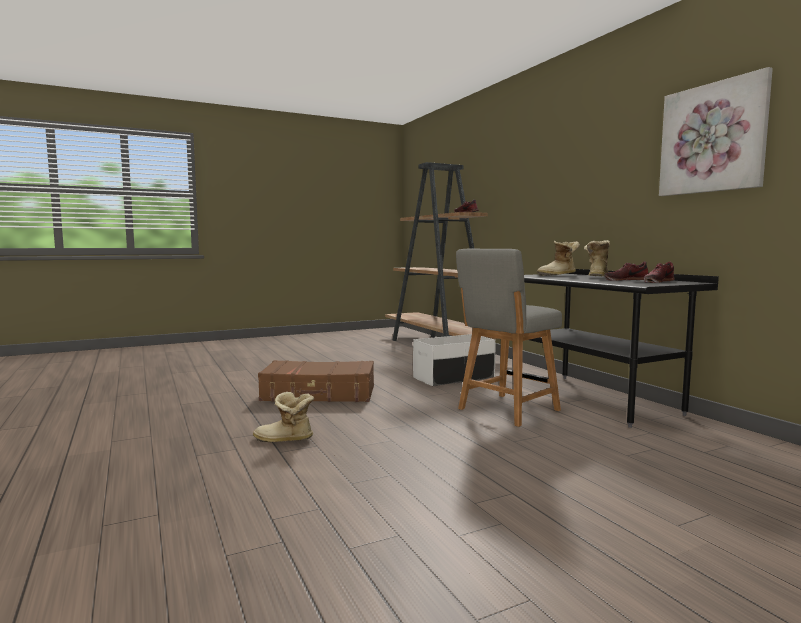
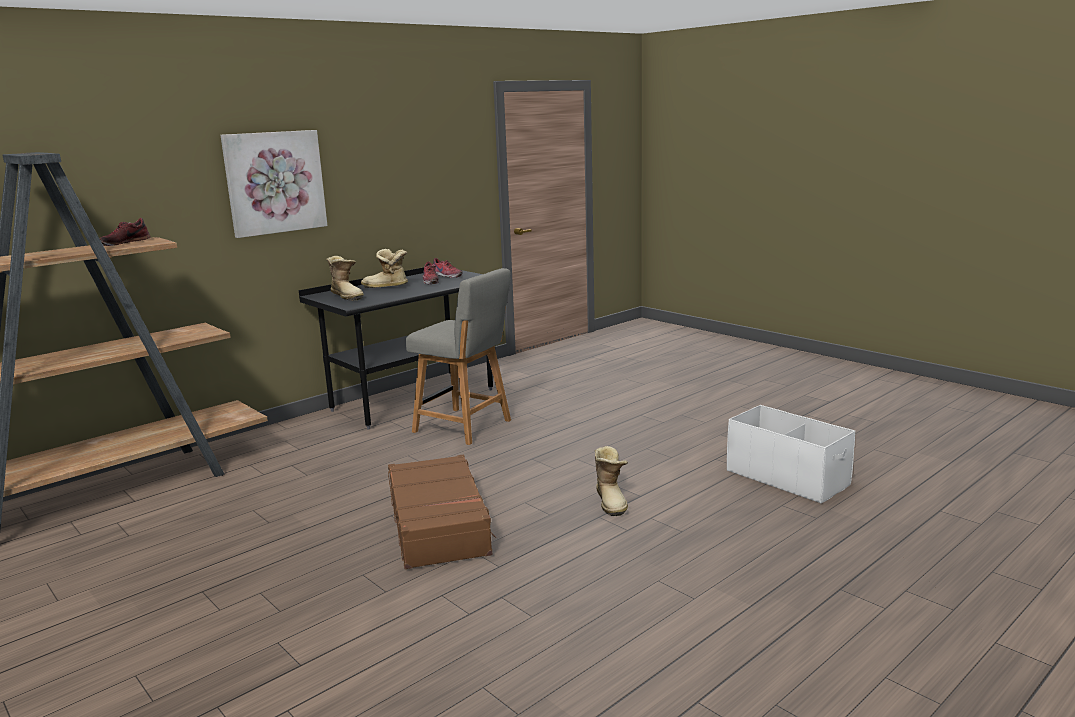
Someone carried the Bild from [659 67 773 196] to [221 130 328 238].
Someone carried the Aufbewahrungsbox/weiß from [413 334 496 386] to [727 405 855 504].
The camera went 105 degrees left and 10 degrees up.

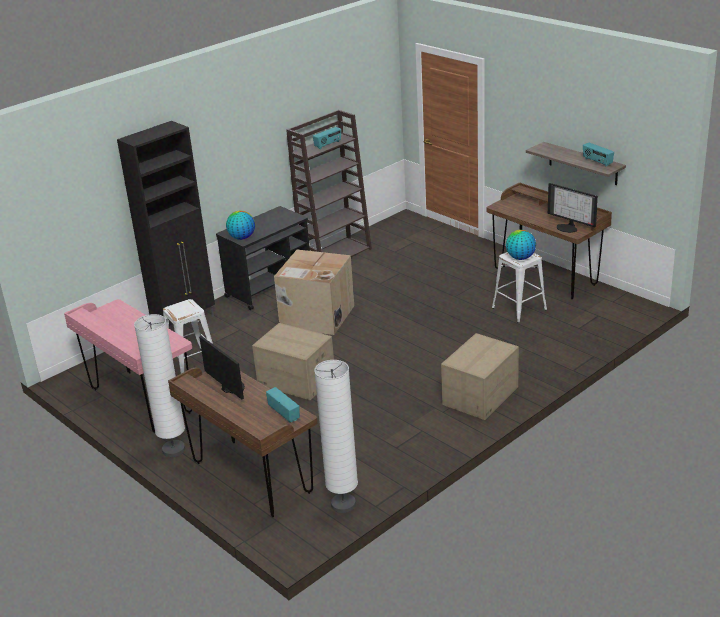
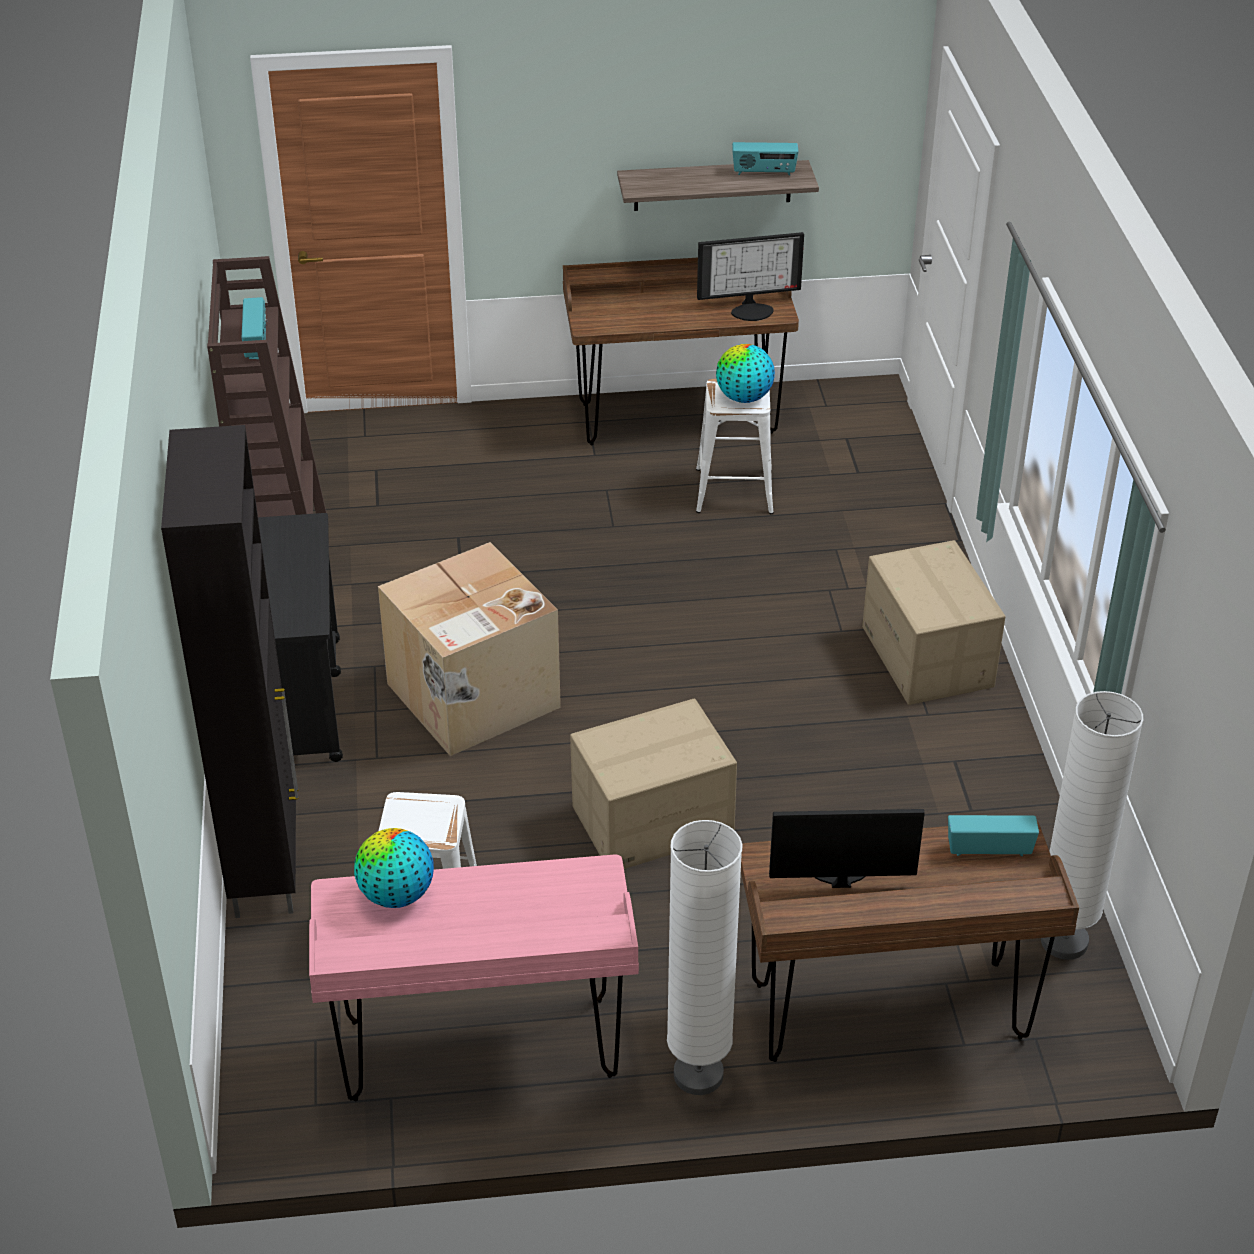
Someone carried the Globus from [226 211 255 240] to [354 828 434 908].
The camera went 55 degrees left and 10 degrees up.

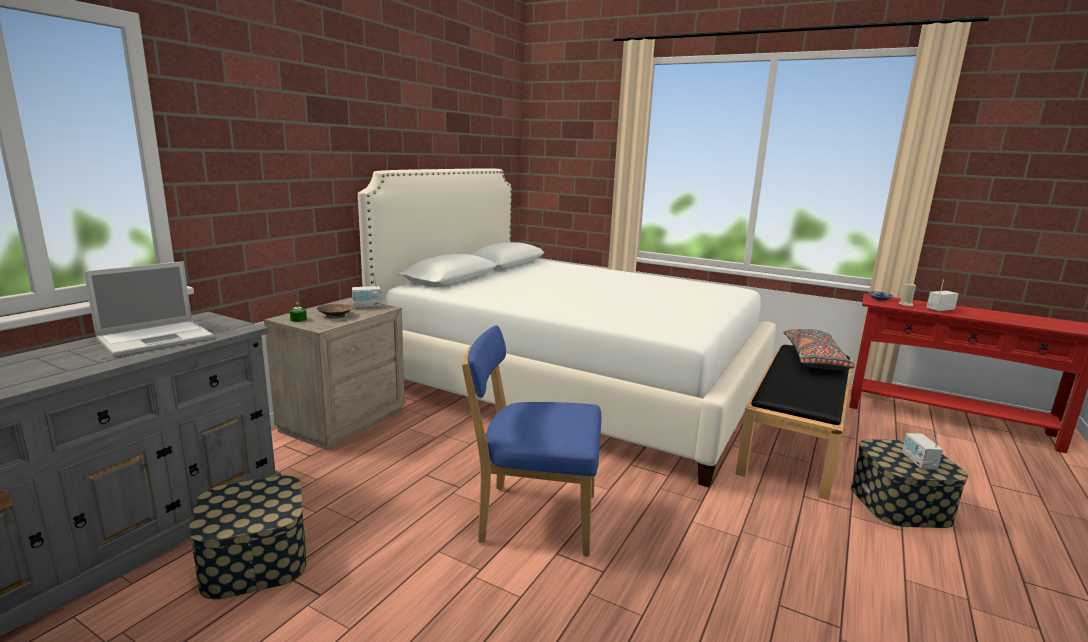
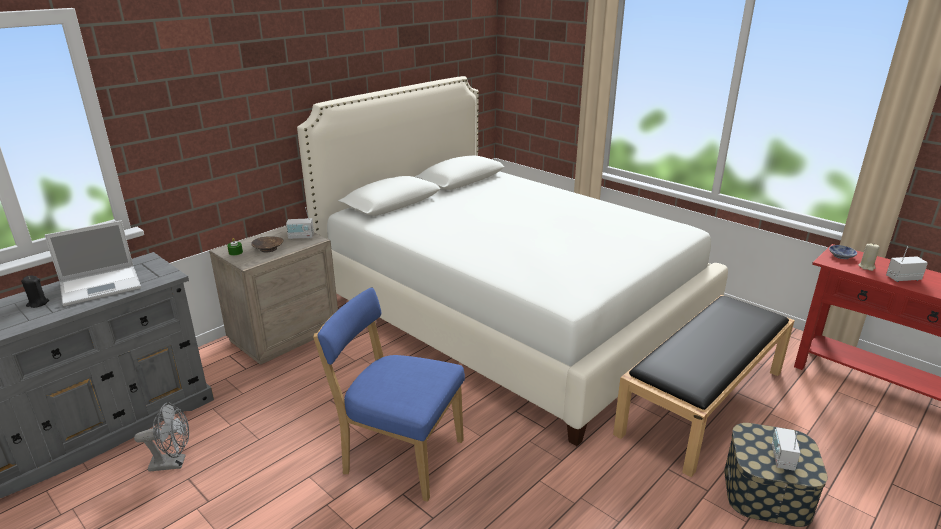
Someone put down the Kerze/schwarz at [21 276 49 308].
Someone swapped the Aufbewahrungsbox at [188 475 306 600] for the Ventilator/grau at [134 403 189 472].
Someone took away the Kissen/grau at [783 329 855 370].
The camera went 15 degrees right and 10 degrees up.

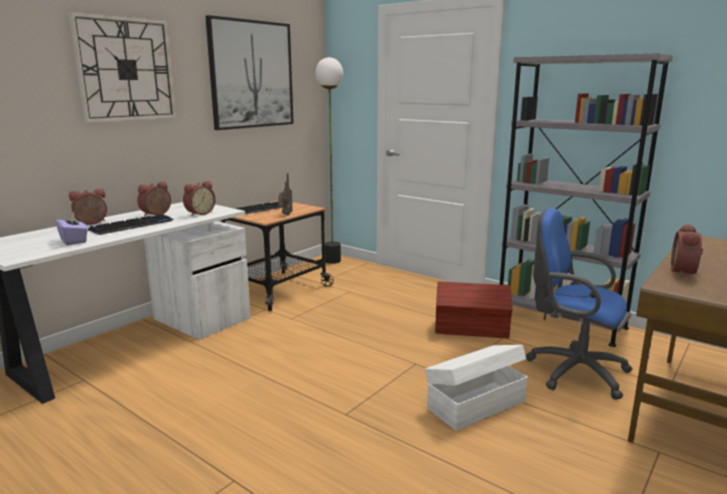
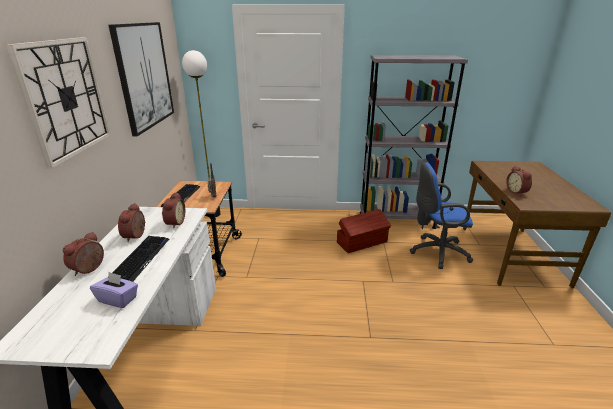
Someone took away the Aufbewahrungsbox/weiß at [425 345 528 431].
The camera went 35 degrees left and 10 degrees up.

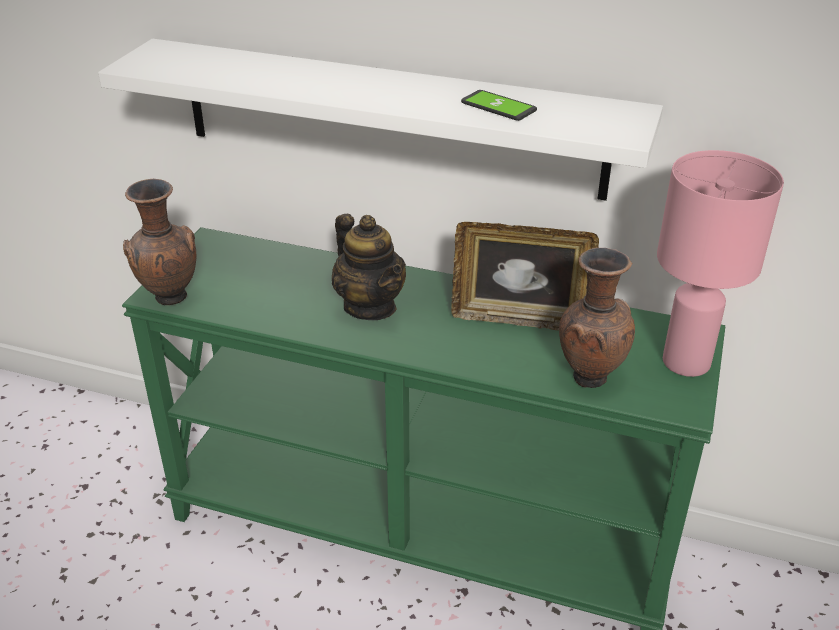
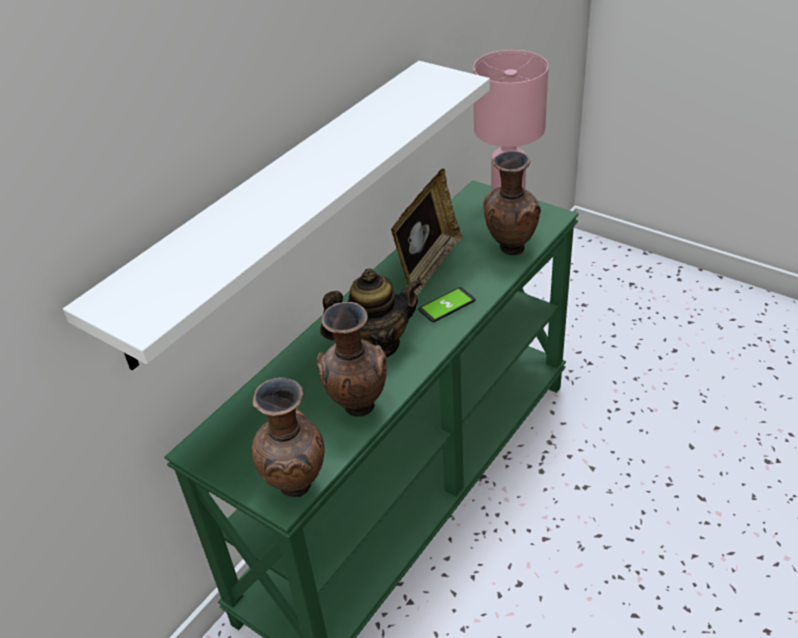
Someone put down the Vase/braun at [317 302 387 417].
Someone carried the Handy from [461 90 537 121] to [418 287 476 322].
The camera went 70 degrees left and 5 degrees up.

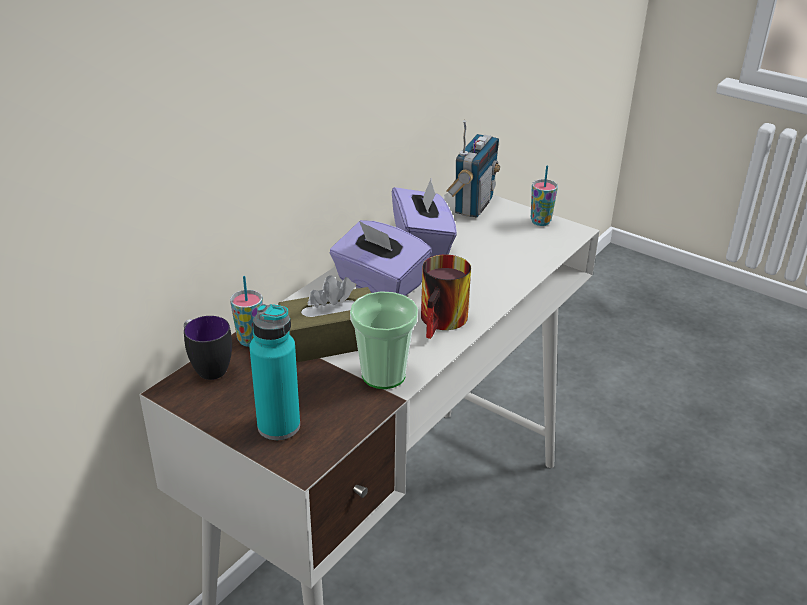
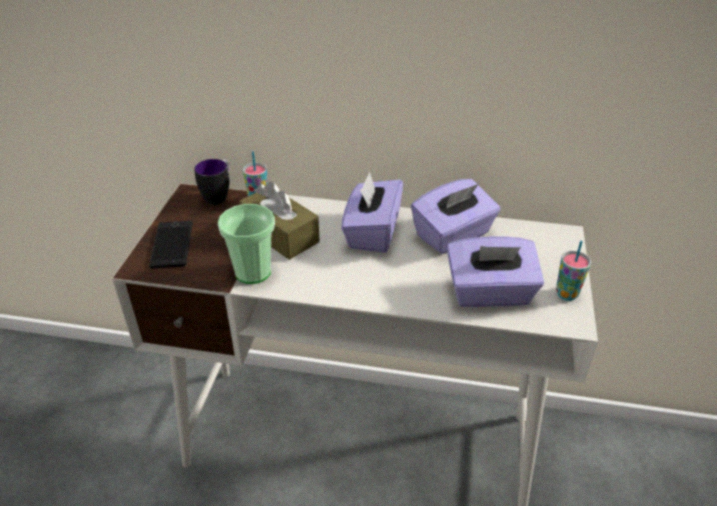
Someone swapped the Flasche/türkis at [249 304 300 440] for the Handy at [149 221 193 268].
Someone put down the Taschentuchbox/lila at [447 236 544 307].
Someone took away the Henkelbecher at [421 254 471 339].
Someone took away the Radio at [446 120 500 218].
The camera went 65 degrees right and 5 degrees up.

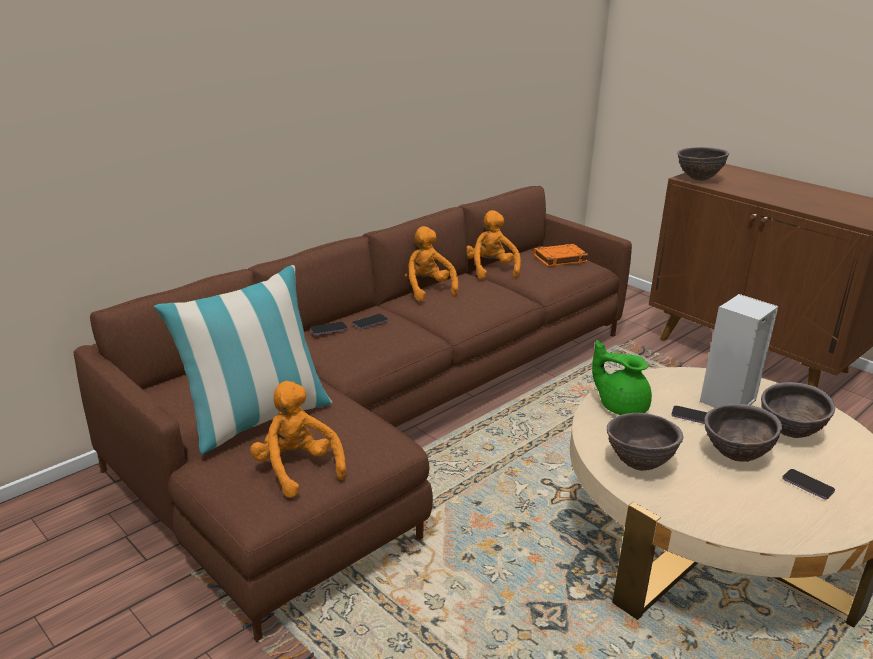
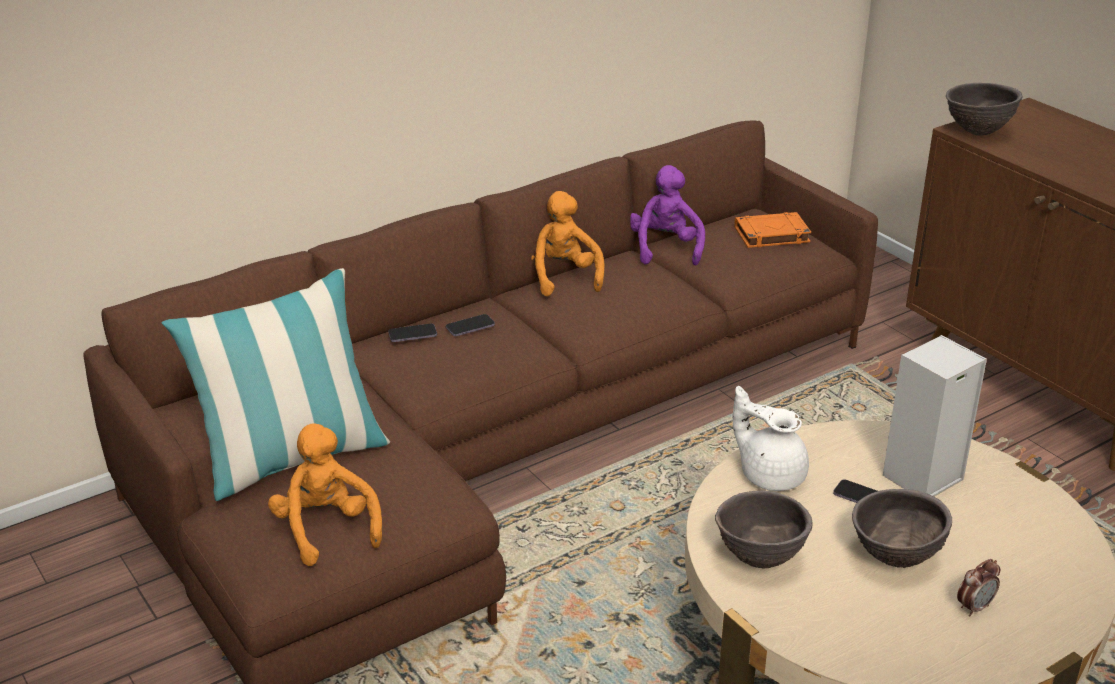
Someone repainted the Plüschtier/orange at [467 210 521 279], which became the Plüschtier/lila at [630 165 705 265].
Someone repainted the Teekanne/grün at [592 340 652 415], which became the Teekanne/weiß at [733 386 809 491].
Someone swapped the Handy at [782 469 835 499] for the Wecker at [957 559 1001 616].
Someone took away the Schüssel/braun at [761 382 835 438].
The camera went 10 degrees right and 5 degrees up.

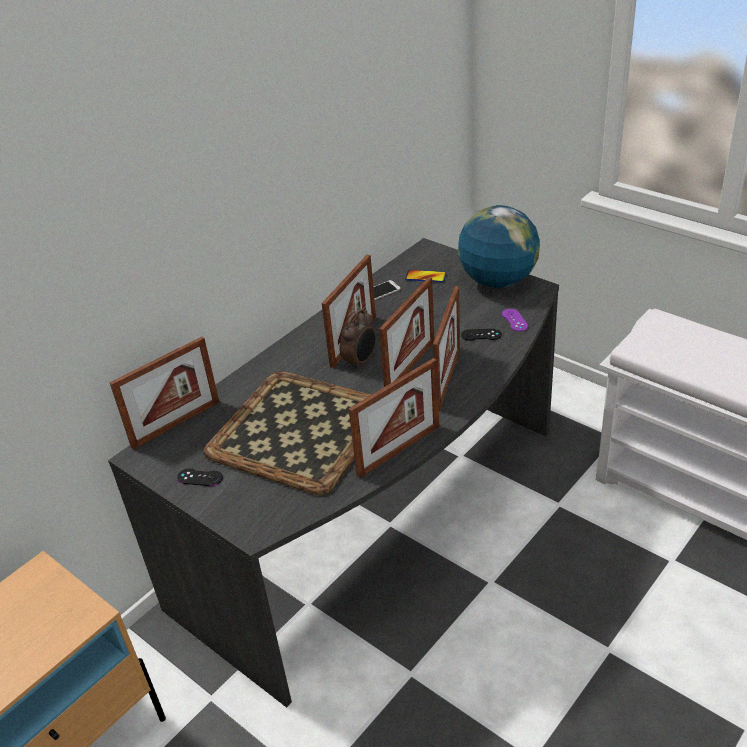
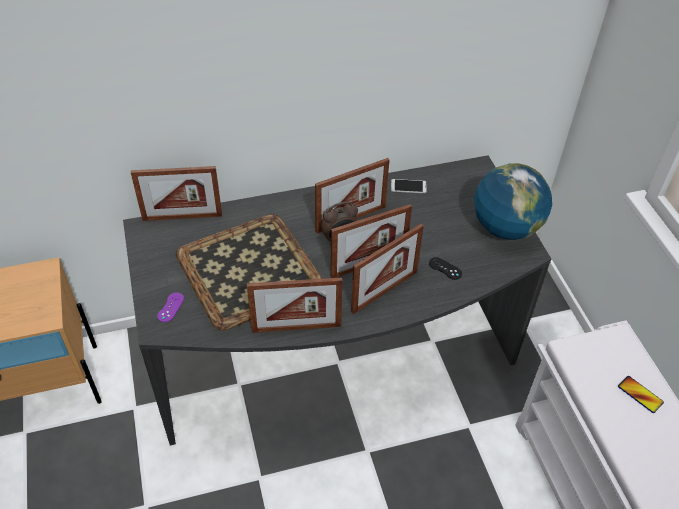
Someone carried the Gamepad/lila from [502 309 528 332] to [157 292 184 322].
Someone carried the Handy from [405 270 446 282] to [618 376 664 413].
Someone took away the Gamepad/schwarz at [177 468 223 486].
The camera went 30 degrees right and 10 degrees up.

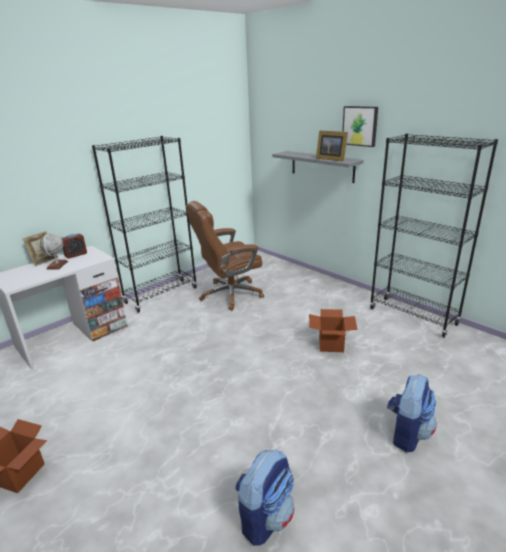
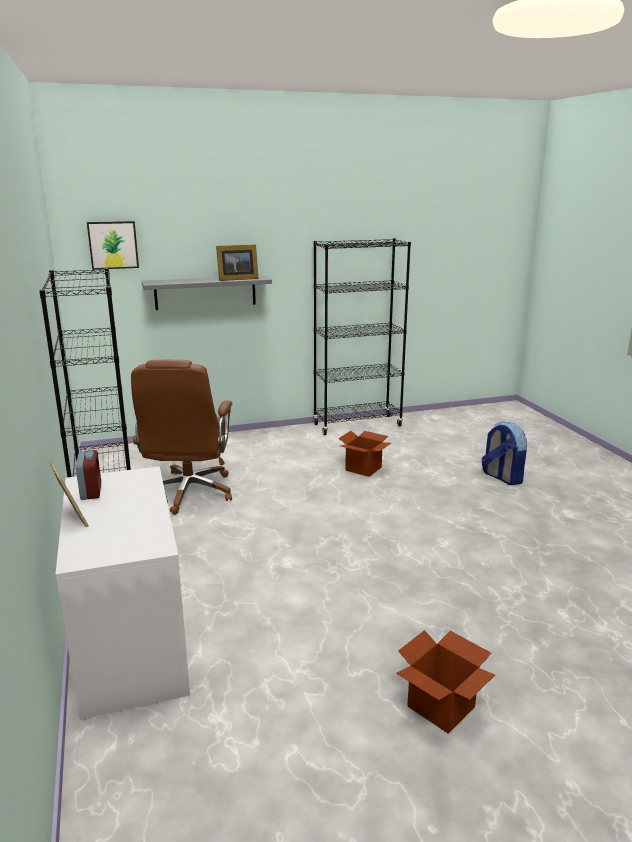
Someone carried the Bild from [342 106 378 147] to [87 221 139 270].
Someone took away the Globus at [40 234 68 270].
Someone took away the Rucksack at [235 449 294 546].
The camera went 65 degrees left and 5 degrees down.

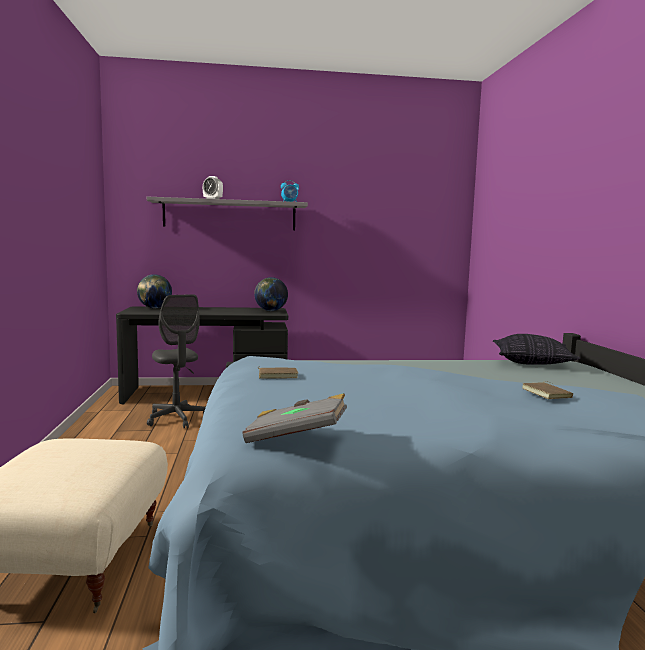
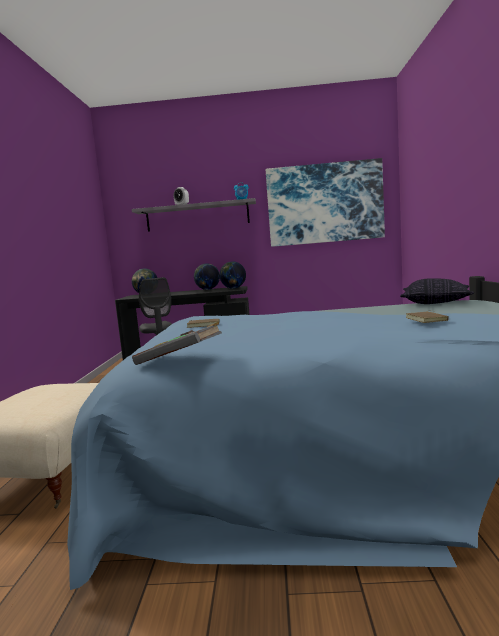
Someone put down the Globus at [194 263 220 290].
Someone put up the Bild at [266 158 385 247].
The camera went 10 degrees right and 0 degrees up.

